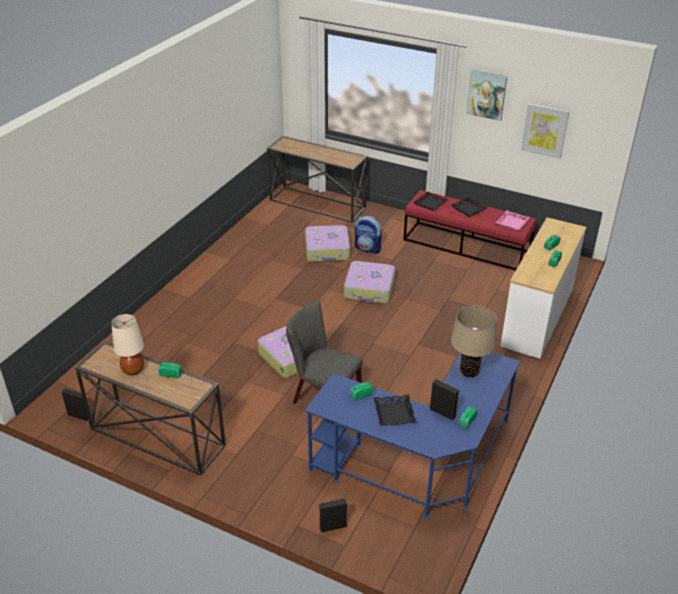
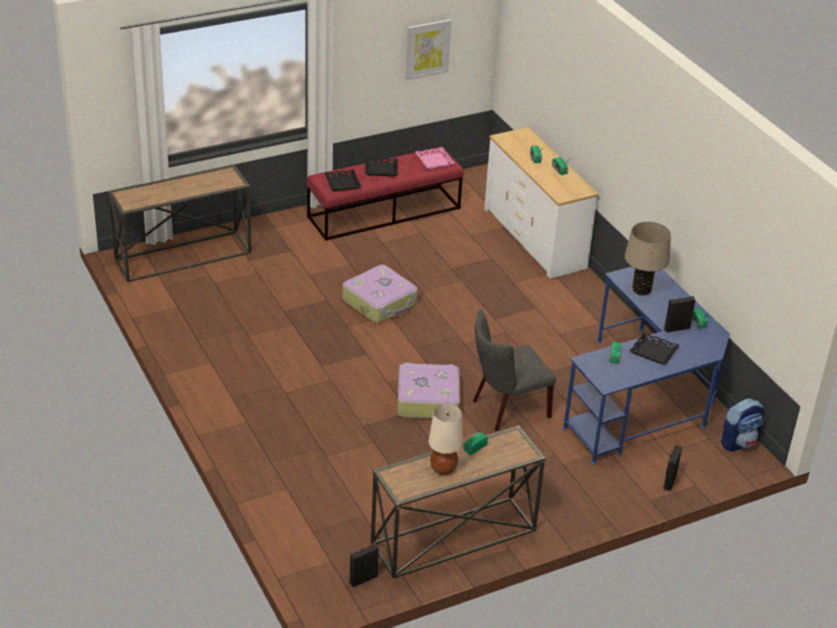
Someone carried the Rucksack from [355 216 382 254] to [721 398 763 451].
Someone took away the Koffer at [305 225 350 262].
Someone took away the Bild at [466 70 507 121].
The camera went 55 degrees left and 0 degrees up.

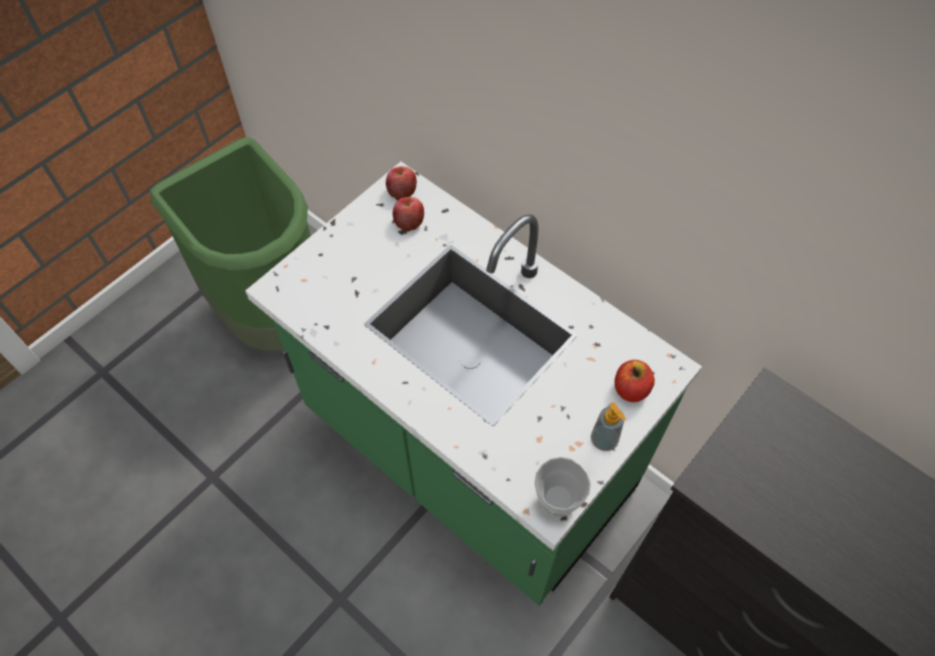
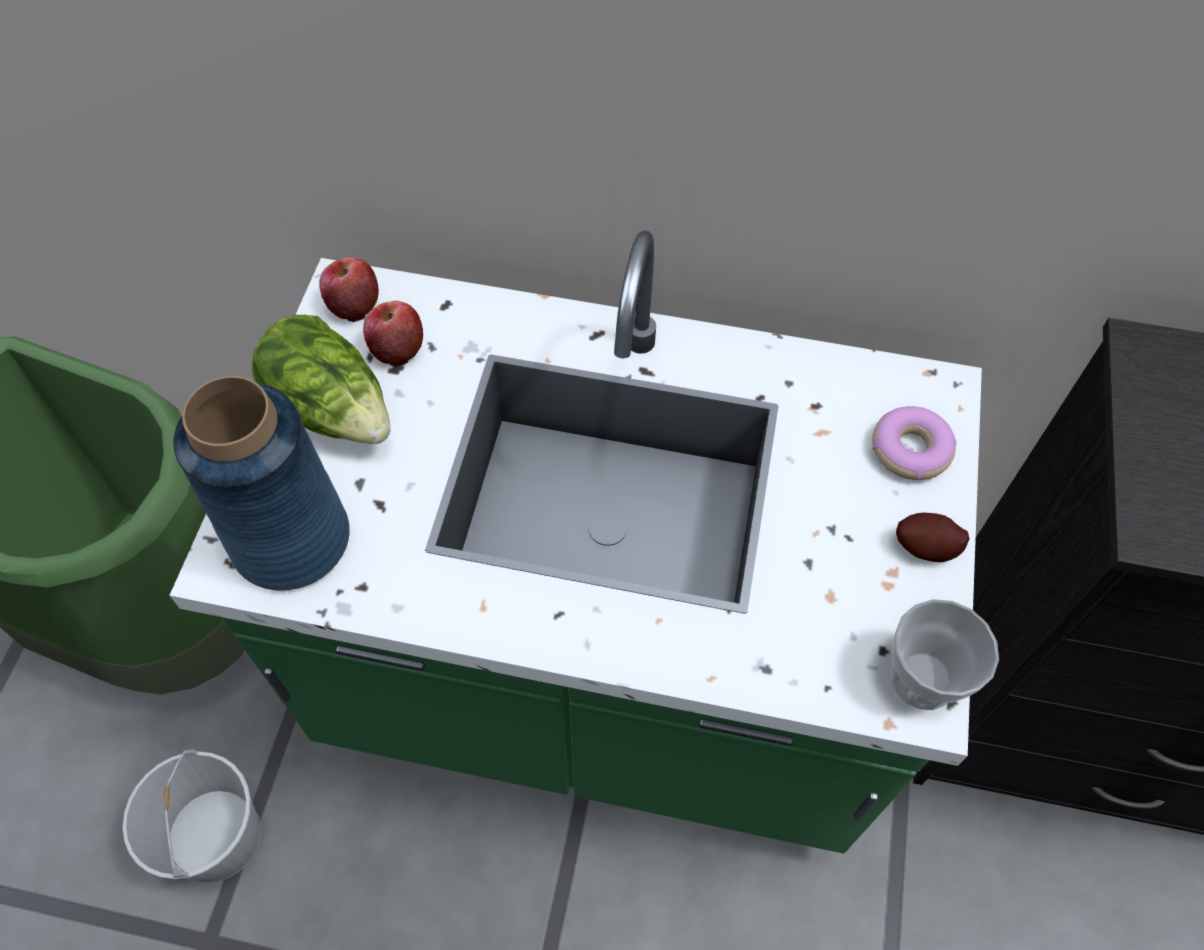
Someone put down the Eimer/weiß at [122 749 261 882].
Someone put down the Vase/blau at [173 376 350 591].
Someone put down the Salatkopf at [252 315 390 444].
Someone swapped the Apfel at [615 360 655 402] for the Donut at [872 406 957 480].
Someone swapped the Seifenspender at [591 402 626 451] for the Kartoffel at [896 513 970 562].
The camera went 30 degrees left and 0 degrees up.

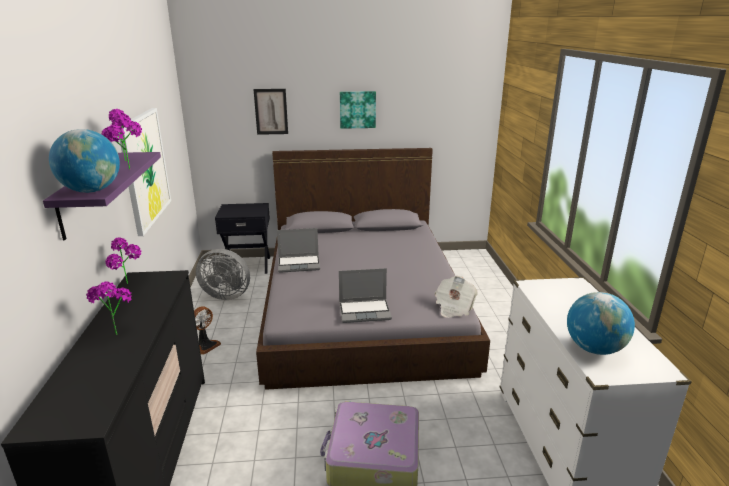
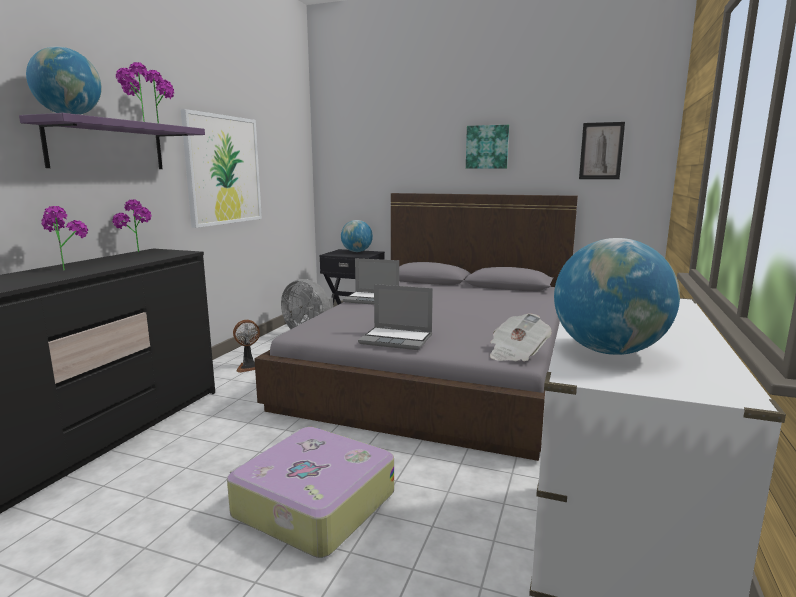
Someone put down the Globus at [341 220 373 252].
Someone carried the Bild from [253 89 288 135] to [579 122 625 179].
The camera went 25 degrees right and 10 degrees down.

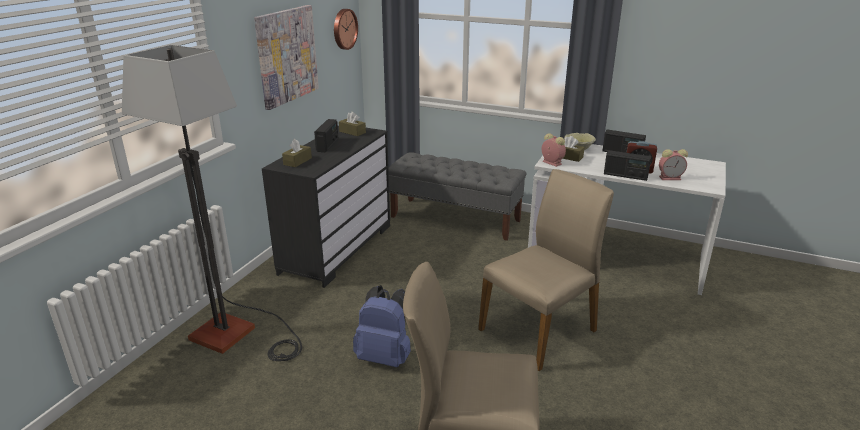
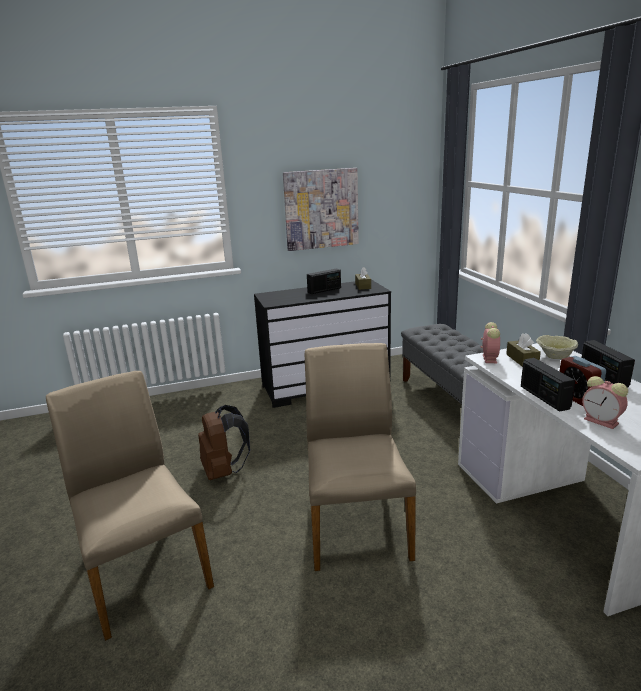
Someone repainted the Rucksack/blau at [353 285 411 367], which became the Rucksack/braun at [198 405 250 480].
Someone rotated the Stuhl/beige at [478 169 614 371] by 105 degrees counterclockwise.
Someone took away the Stehlampe at [122 45 302 361].
Someone took away the Taschentuchbox/braun at [282 139 312 167].
Someone took away the Wanduhr at [334 9 358 50].
The camera went 50 degrees right and 5 degrees down.

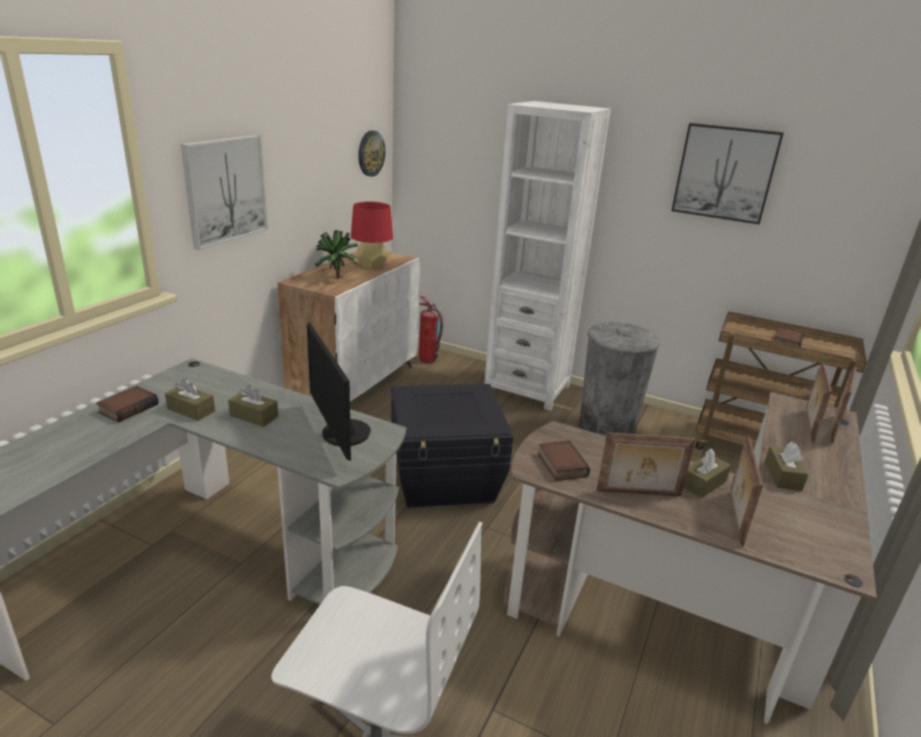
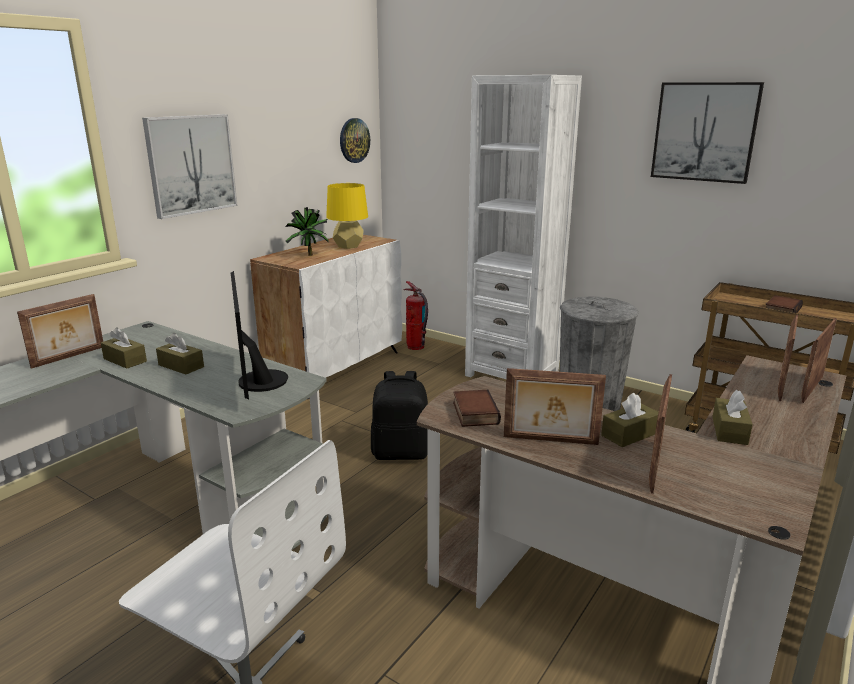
Someone swapped the Buch at [96 386 159 423] for the Bilderrahmen at [17 294 103 369].
Someone repainted the Tischlampe/rot at [351 201 393 269], which became the Tischlampe/gelb at [326 183 368 249].
Someone swapped the Aufbewahrungsbox/schwarz at [391 384 513 507] for the Rucksack/schwarz at [371 371 428 460].
The camera went 10 degrees right and 5 degrees down.

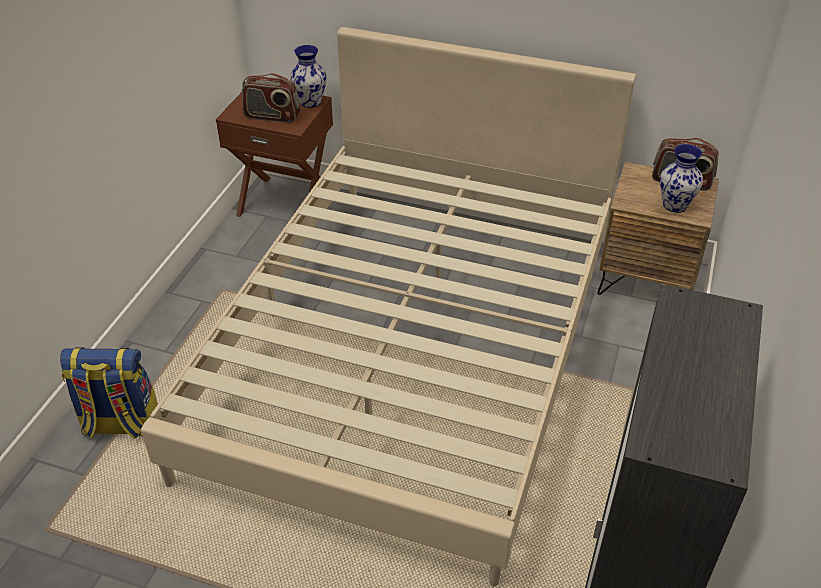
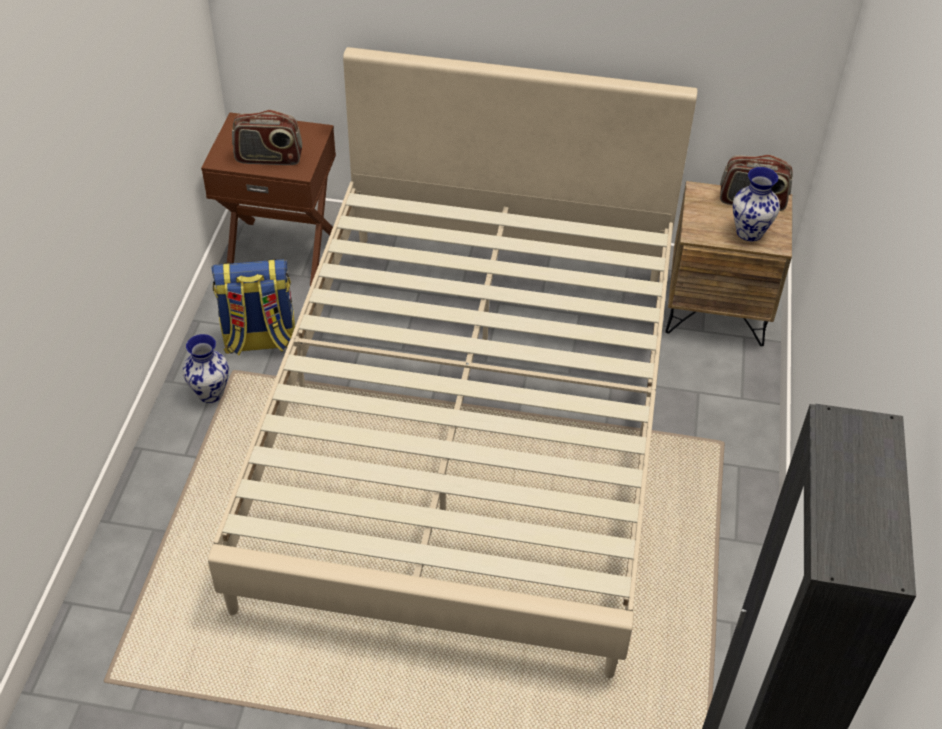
Someone carried the Vase from [290 45 327 108] to [183 334 229 403].
Someone carried the Rucksack from [60 347 158 440] to [211 259 295 356].
The camera went 10 degrees left and 5 degrees up.

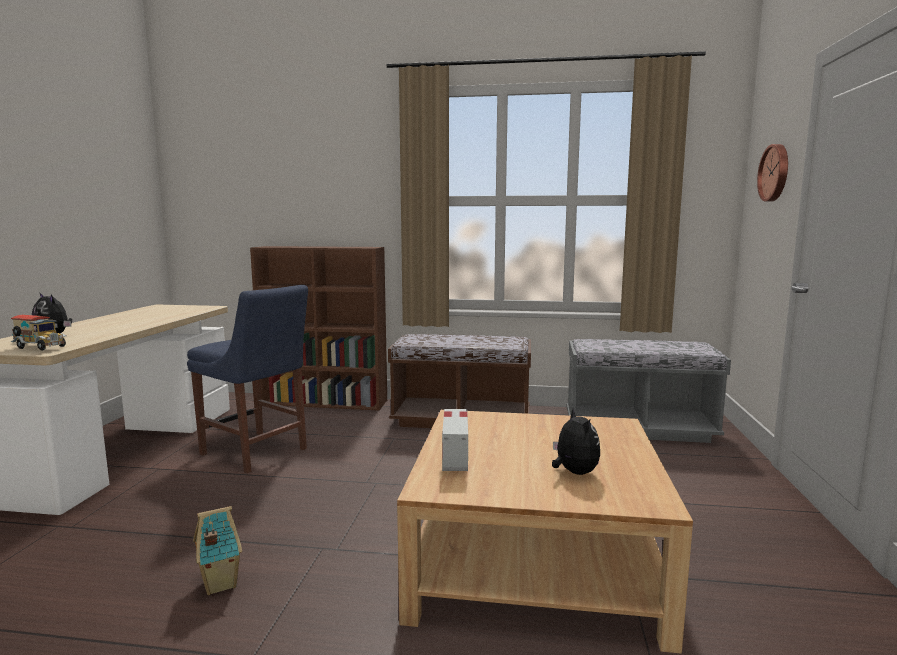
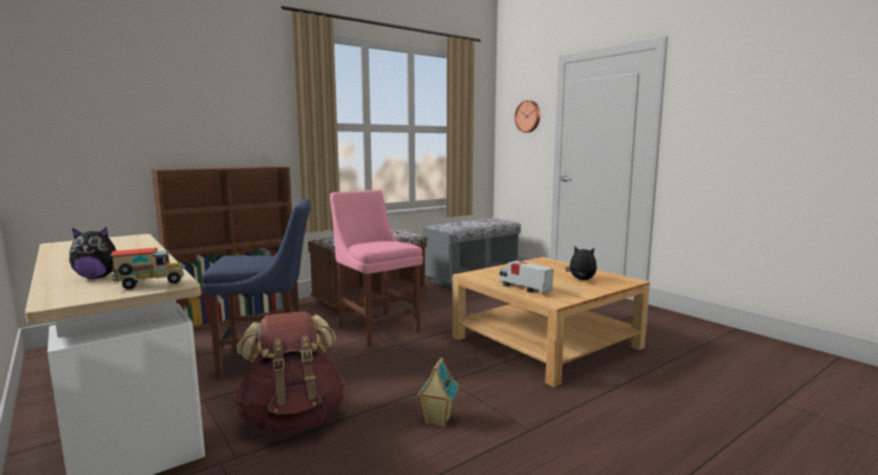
Someone put down the Rucksack/braun at [234 311 346 434].
Someone put down the Stuhl/rosa at [330 190 423 346].
The camera went 45 degrees left and 0 degrees up.

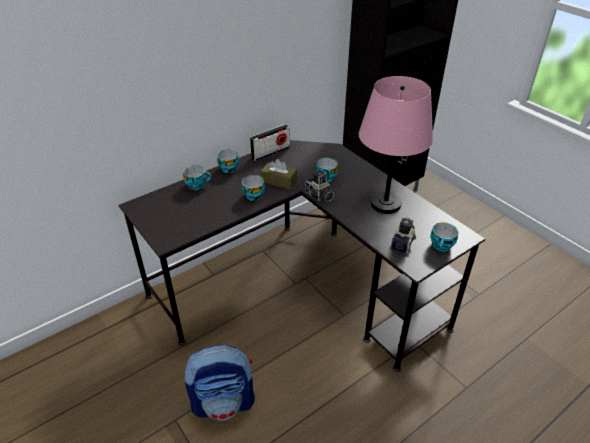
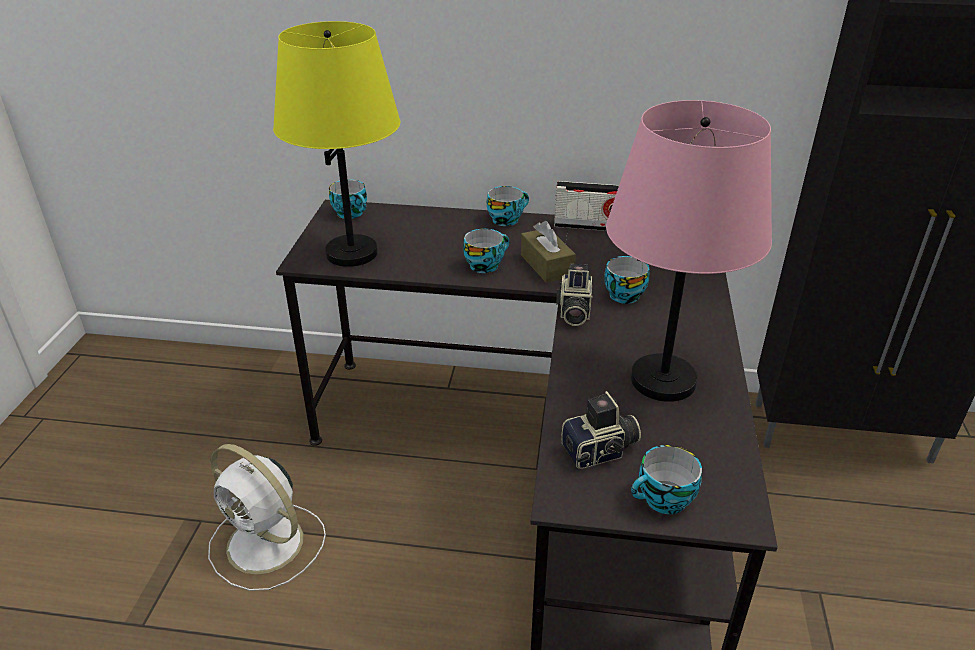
Someone swapped the Rucksack at [185 345 255 421] for the Ventilator/weiß at [208 444 326 591].
Someone put down the Tischlampe/gelb at [273 21 400 267].
Someone carried the Tasse from [183 165 211 190] to [329 180 367 219].
The camera went 45 degrees right and 5 degrees down.

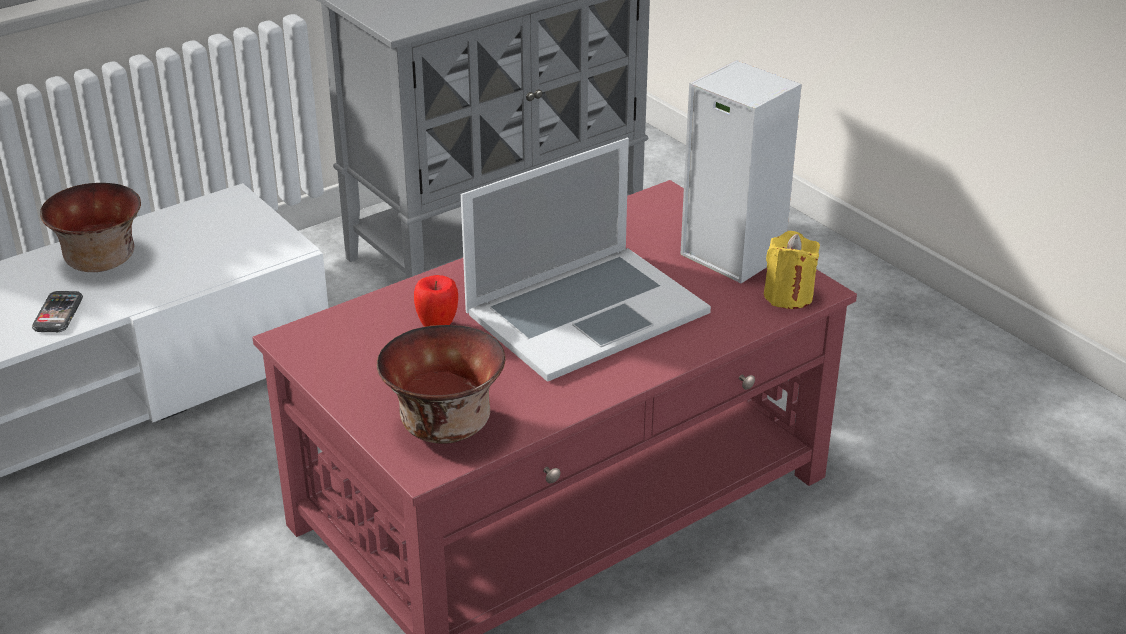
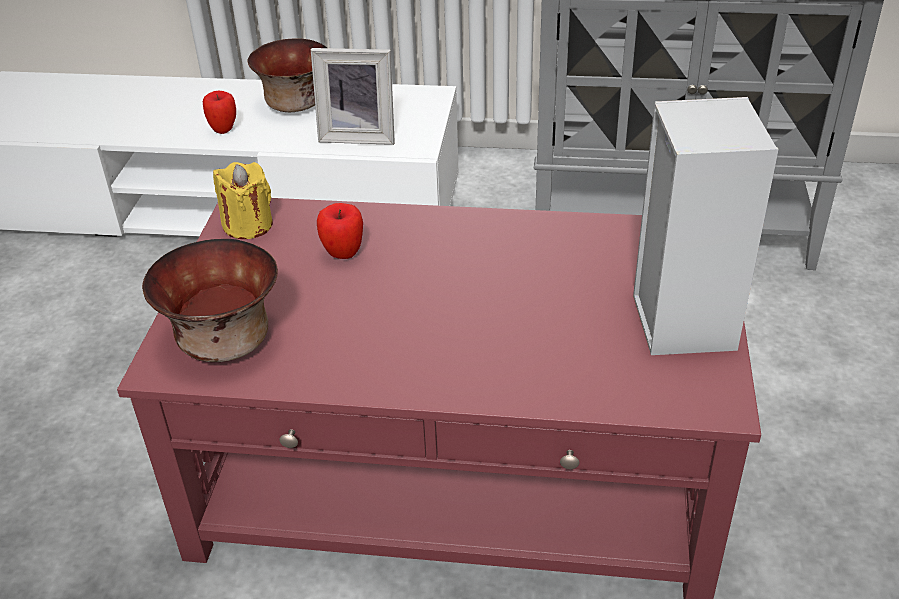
Someone swapped the Handy at [32 291 83 332] for the Apfel at [203 91 236 134].
Someone carried the Kerze/gelb from [764 231 820 309] to [213 162 273 239].
Someone put down the Bilderrahmen at [311 48 395 145].
Someone took away the Laptop at [461 138 711 382].
The camera went 45 degrees right and 5 degrees up.

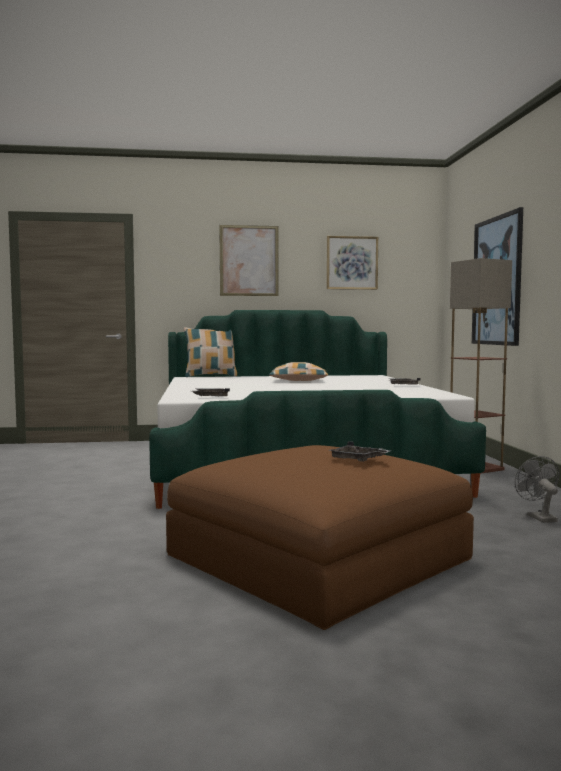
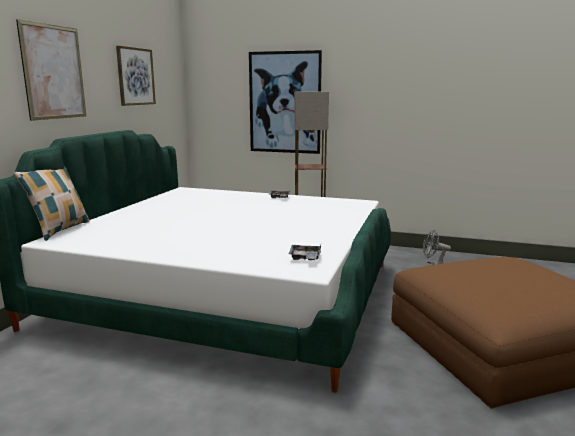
Someone took away the Kissen at [269 362 328 381].
Someone took away the Tablett/grau at [327 441 390 462].
The camera went 65 degrees left and 10 degrees up.

